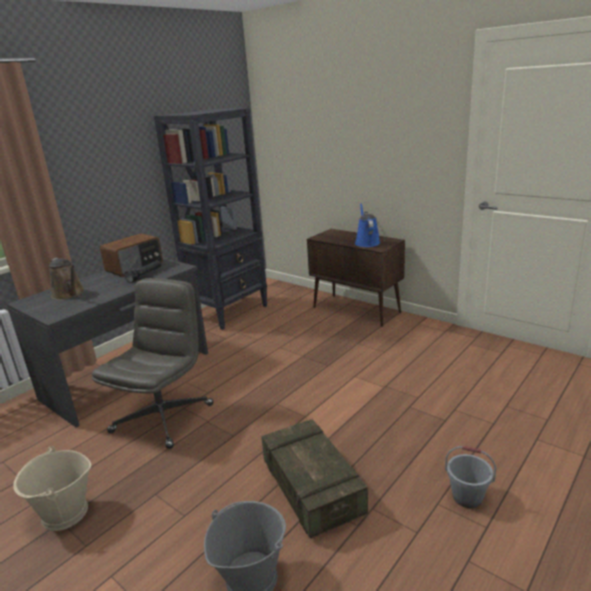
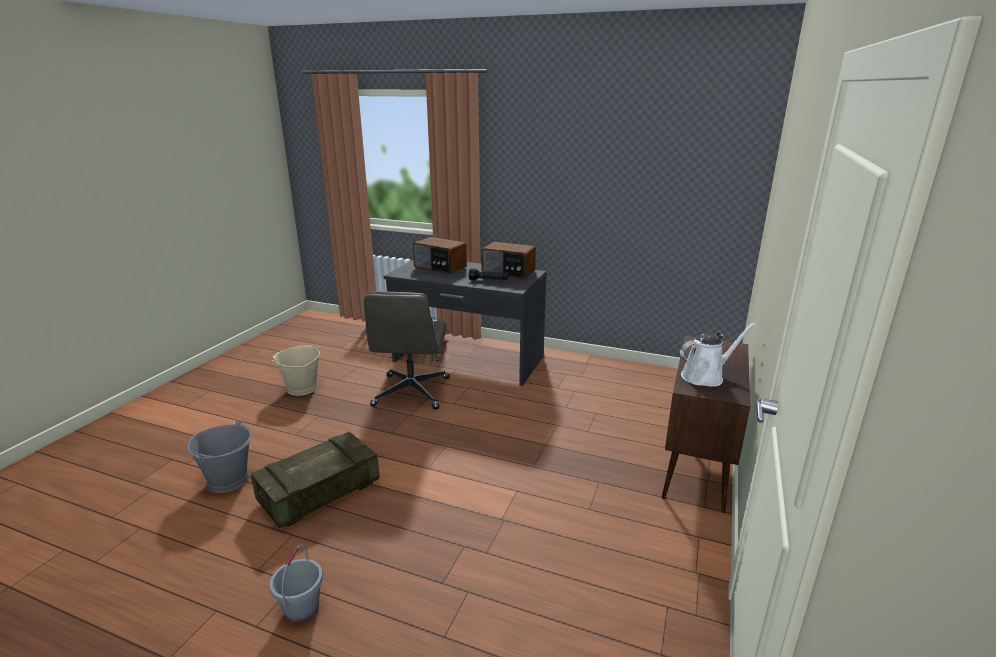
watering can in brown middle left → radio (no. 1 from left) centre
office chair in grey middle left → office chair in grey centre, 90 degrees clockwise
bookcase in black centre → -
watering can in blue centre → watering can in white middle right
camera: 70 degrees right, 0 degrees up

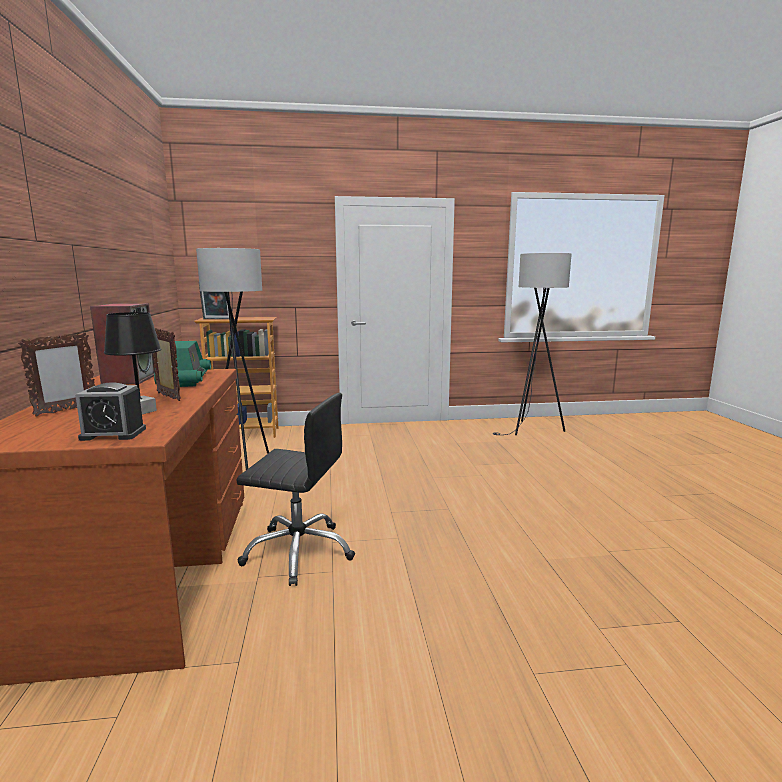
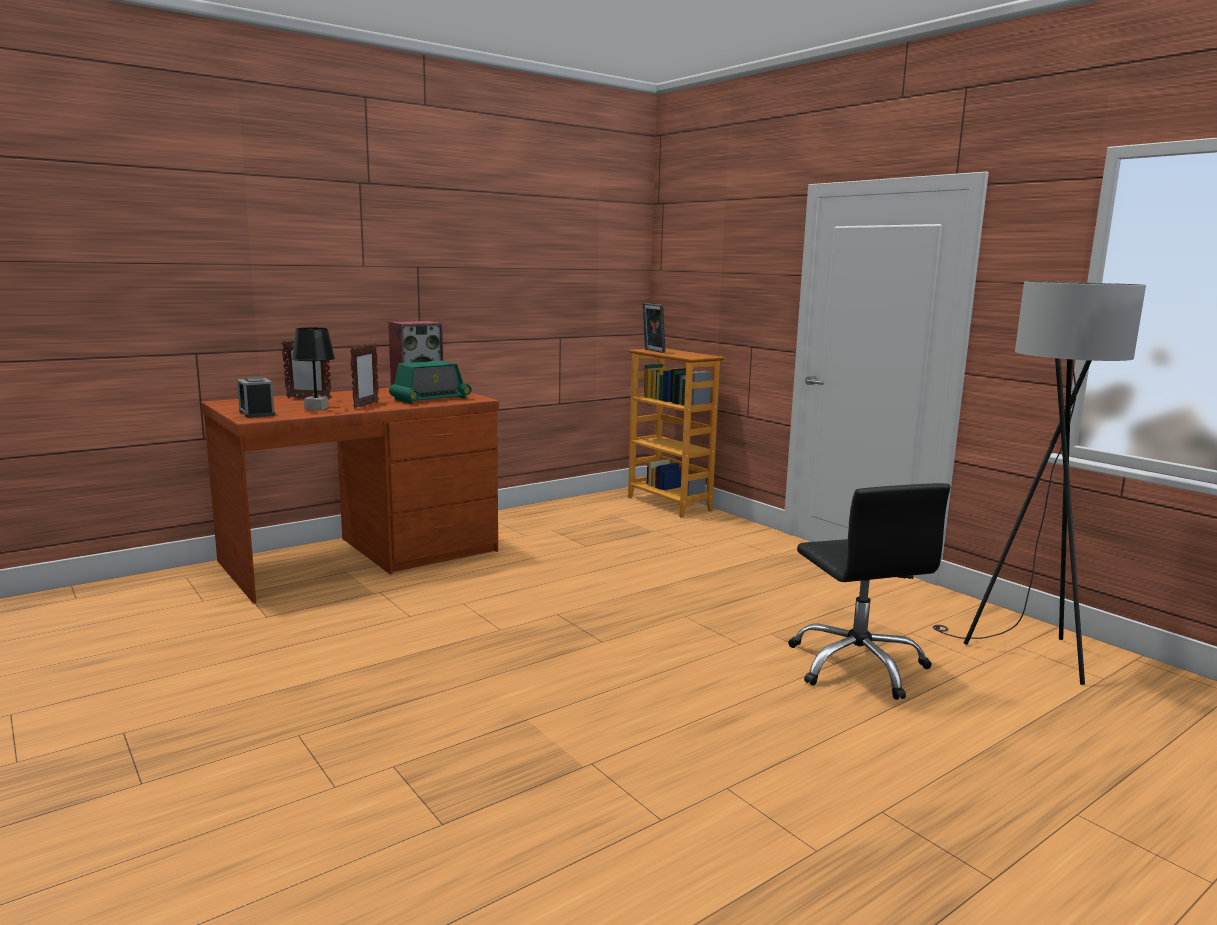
floor lamp in grey (no. 1 from left) middle left → -
office chair in black centre → office chair in black middle right, relocated
camera: 60 degrees right, 0 degrees up

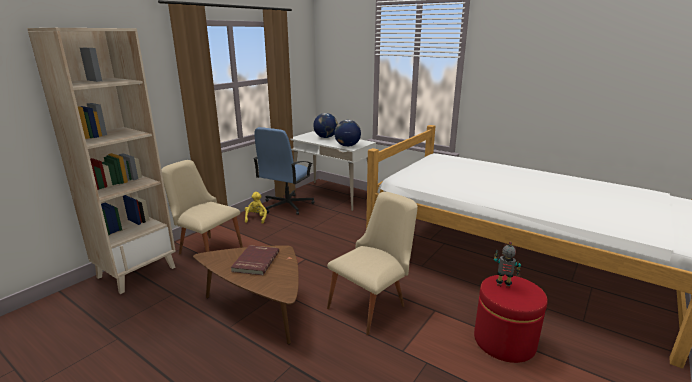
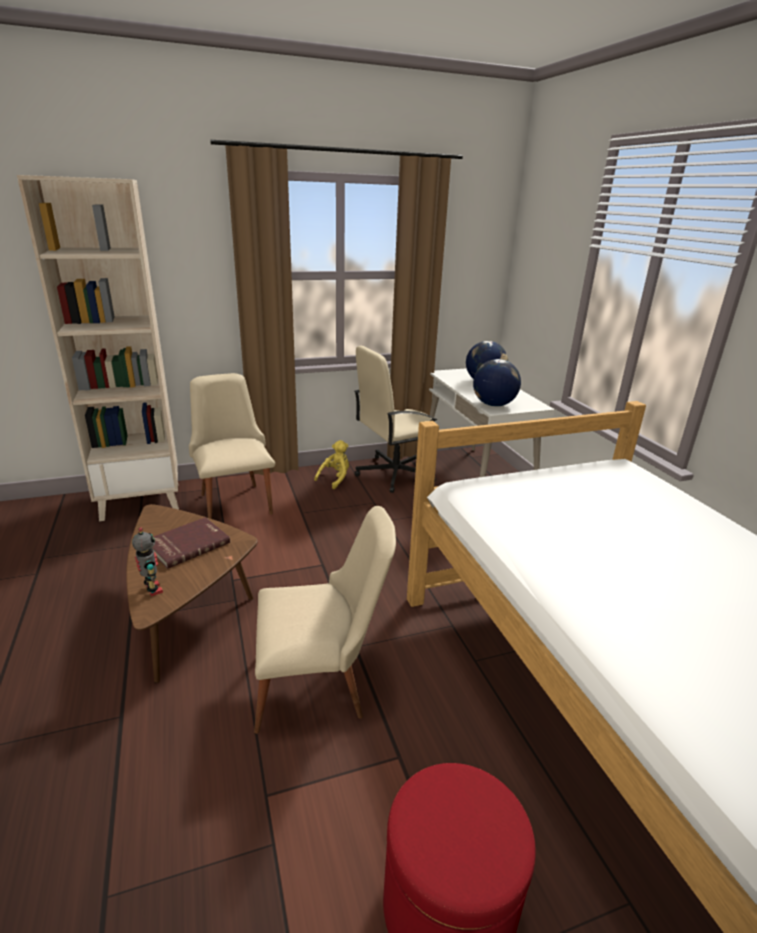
office chair in blue centre → office chair in beige centre
toy robot bottom right → toy robot middle left, relocated
camera: 35 degrees right, 5 degrees up

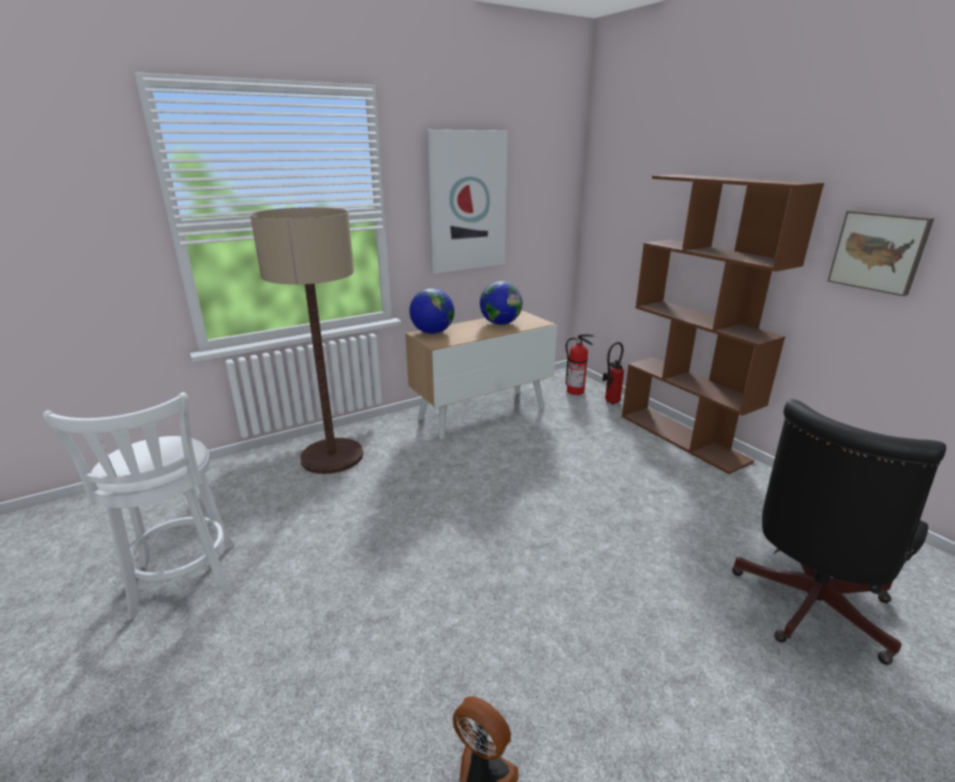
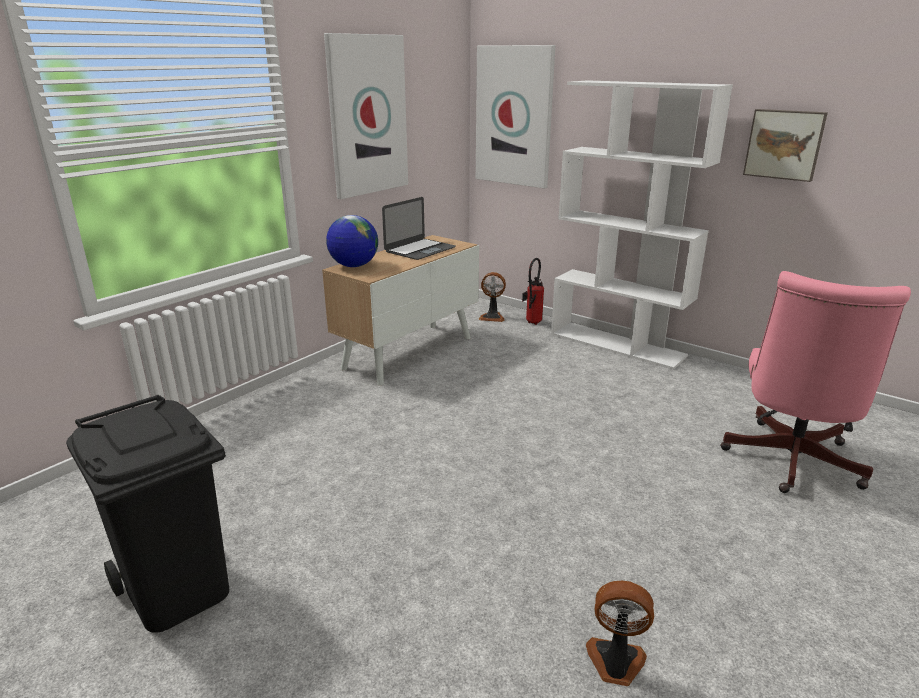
stool in white middle left → trash can in black bottom left
floor lamp middle left → -
globe (no. 2 from left) centre → laptop top centre
fire extinguisher (no. 1 from left) centre → fan (no. 1 from left) centre
bookcase in brown middle right → bookcase in white top right
office chair in black bottom right → office chair in pink middle right
- → picture (no. 2 from left) top centre
camera: 20 degrees left, 0 degrees up

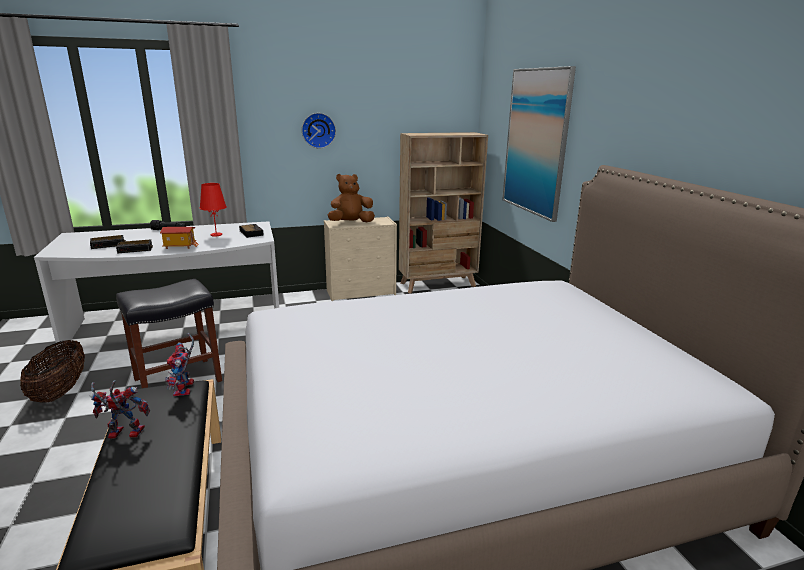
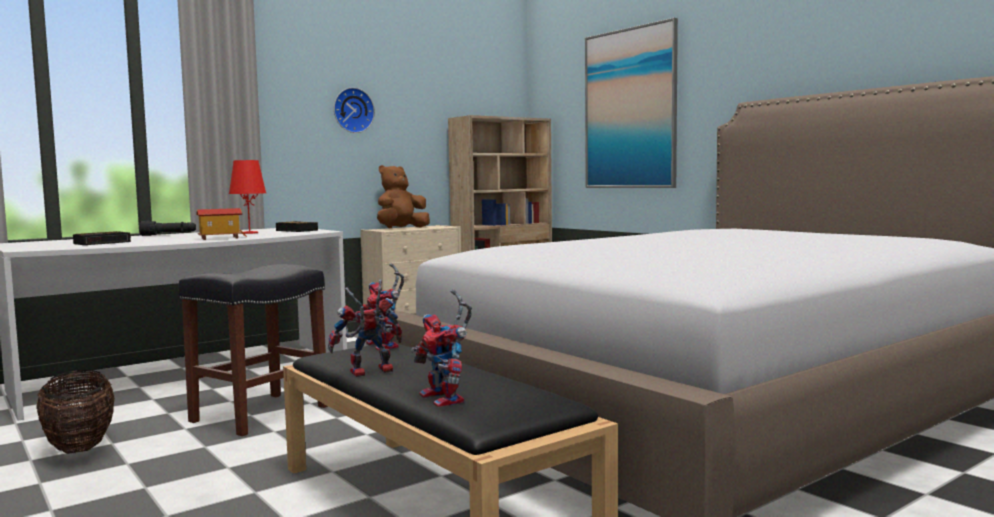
alarm clock (no. 2 from left) middle left → -
- → toy robot (no. 3 from left) bottom centre
camera: 20 degrees left, 15 degrees down

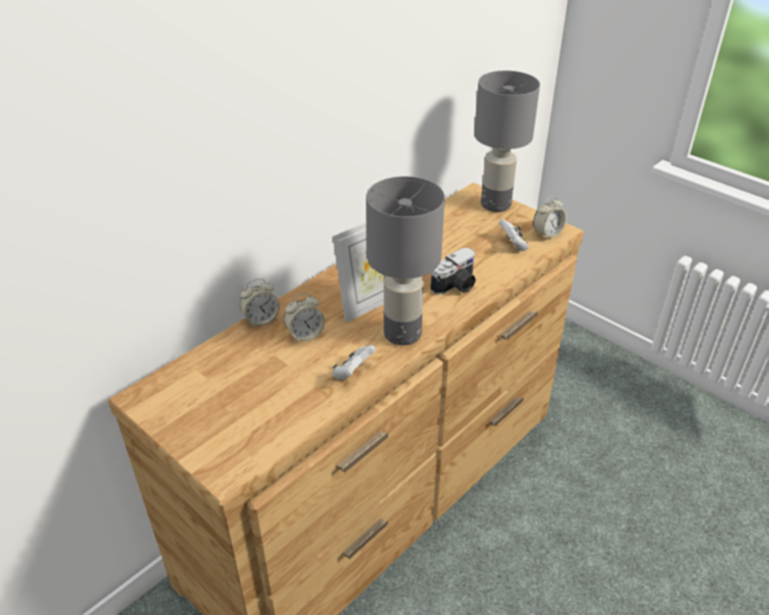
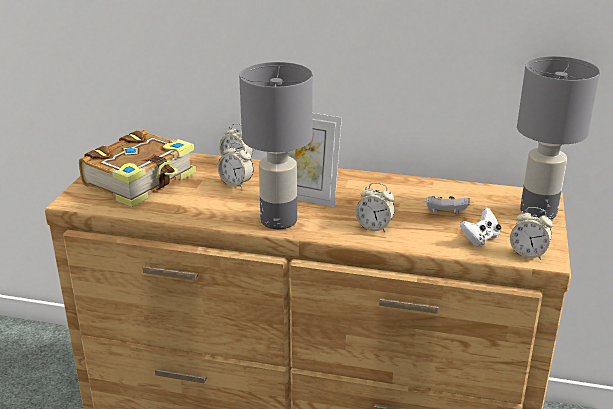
game controller in white (no. 1 from left) centre → game controller in white (no. 1 from left) middle right, relocated
photo camera centre → alarm clock (no. 3 from left) centre
- → book middle left
camera: 60 degrees right, 10 degrees down

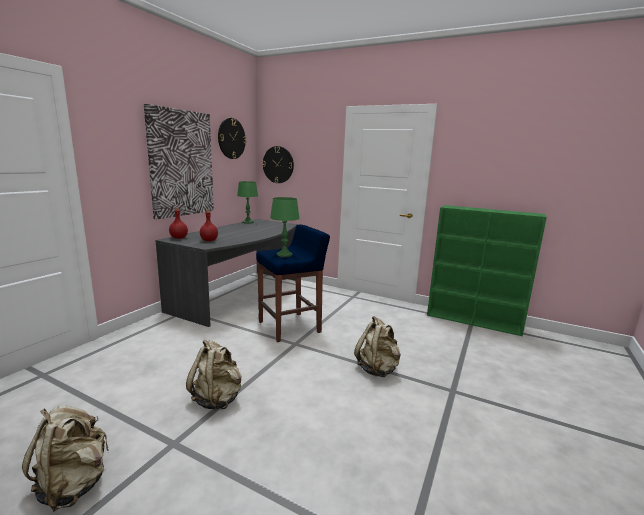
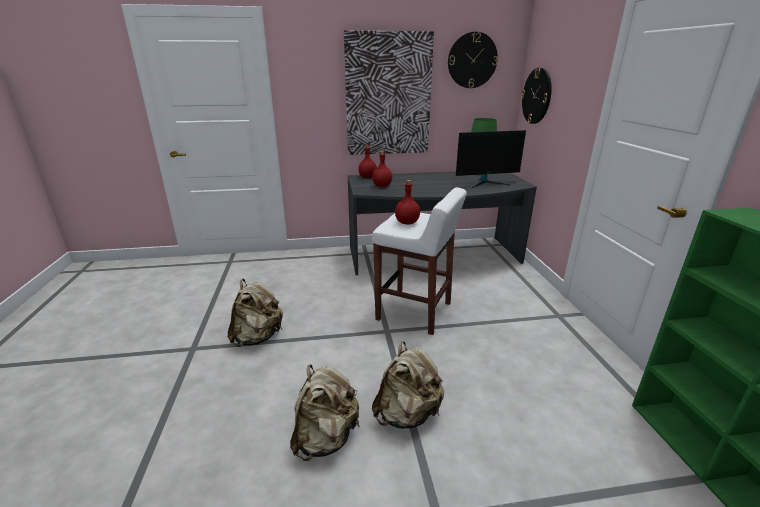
backpack in beige (no. 1 from left in the first image) bottom left → backpack in beige (no. 2 from left) bottom centre, relocated
stool in blue centre → stool in white centre
table lamp in green (no. 2 from left) centre → bottle in red (no. 3 from left) centre
- → monitor top centre
camera: 55 degrees right, 10 degrees up

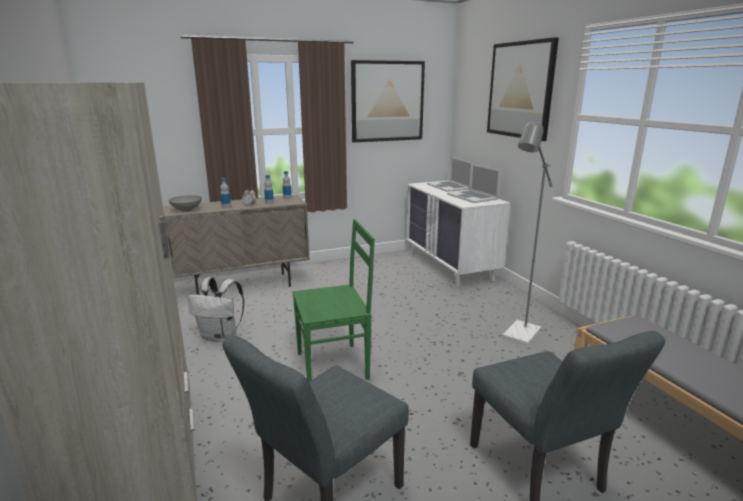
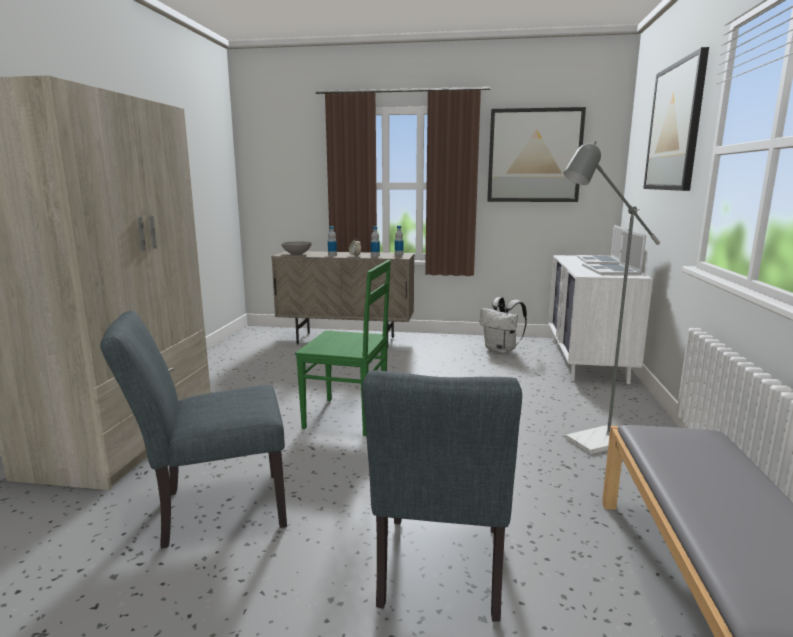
backpack in white middle left → backpack in white centre, relocated
camera: 30 degrees right, 5 degrees down

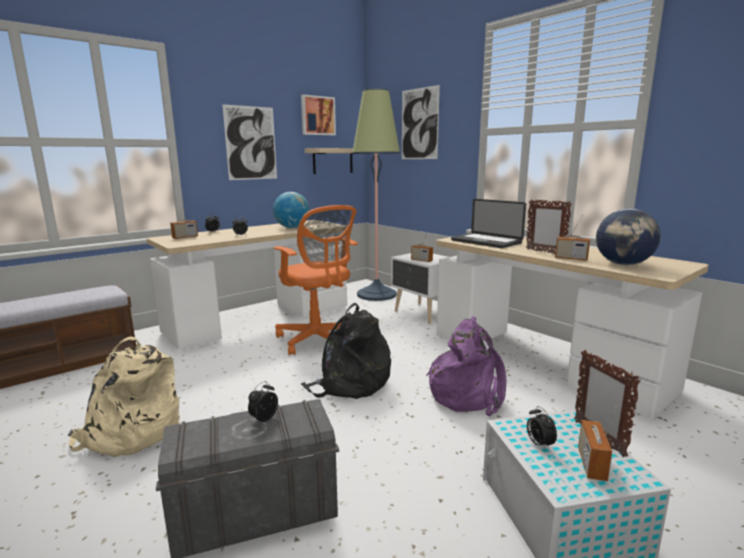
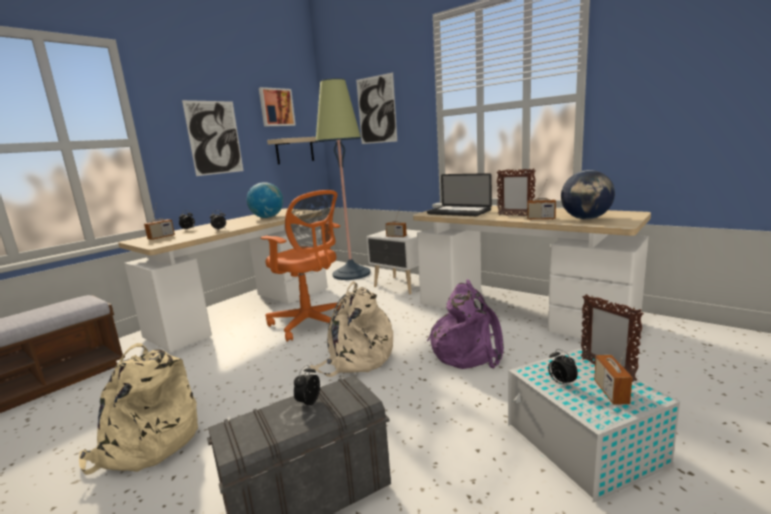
backpack in black centre → backpack in beige (no. 2 from left) centre
camera: 10 degrees left, 0 degrees up

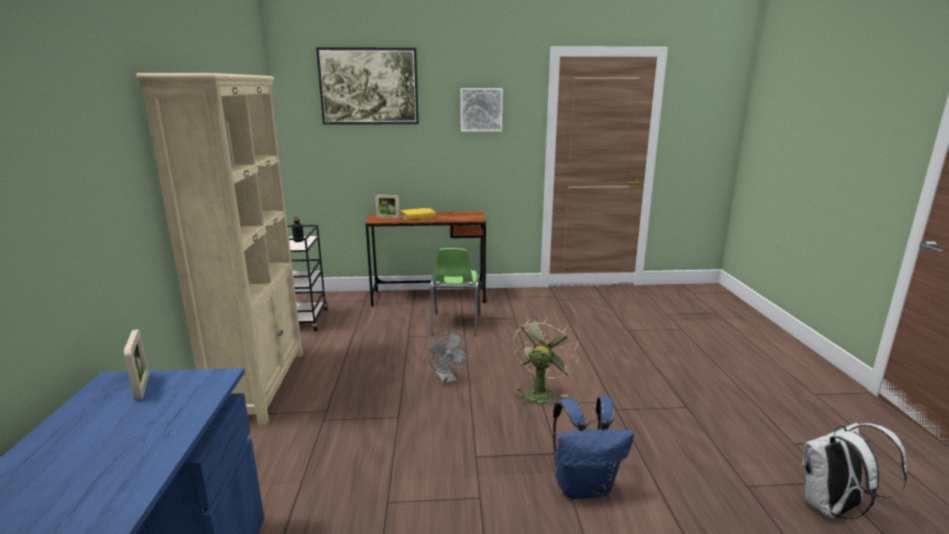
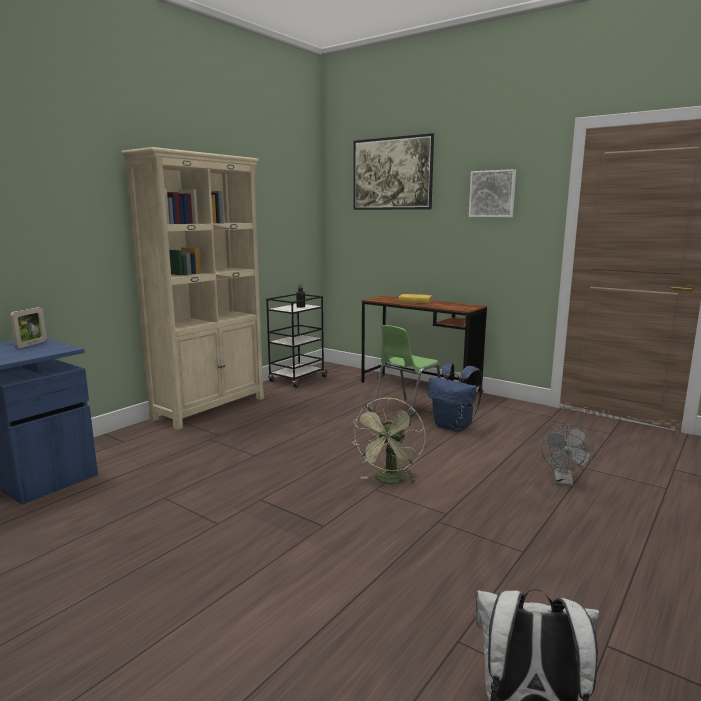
picture frame (no. 2 from left) centre → -
fan in grey bottom centre → fan in grey middle right, relocated
fan in green bottom centre → fan in green centre, 135 degrees clockwise
backpack in blue bottom centre → backpack in blue centre, relocated
camera: 40 degrees right, 5 degrees down

